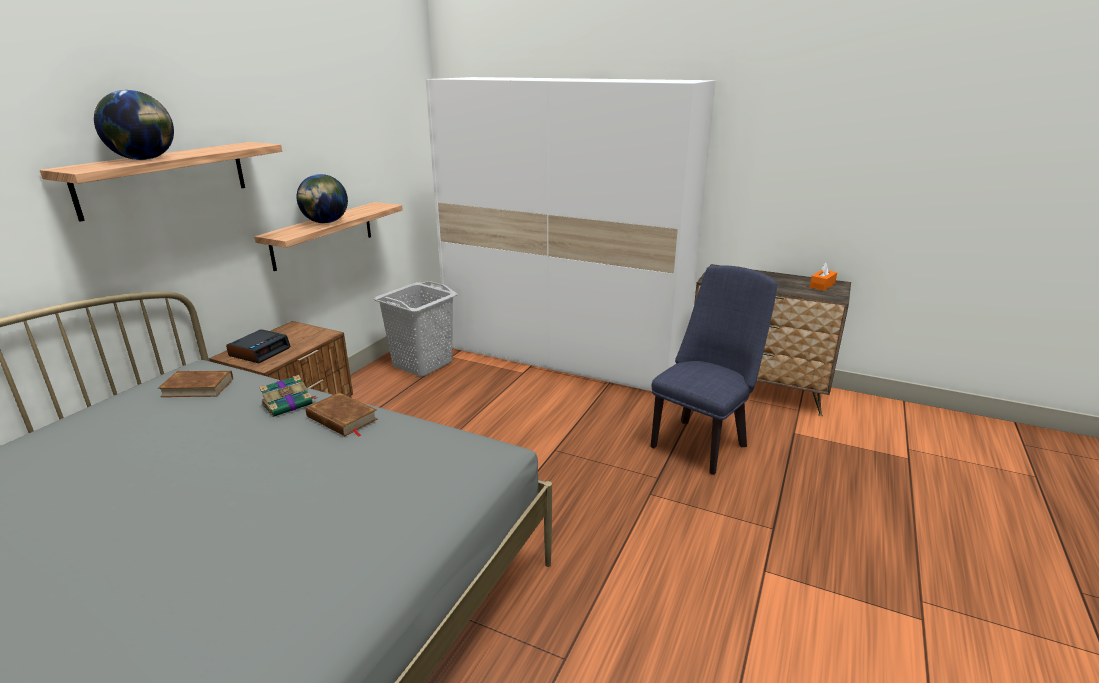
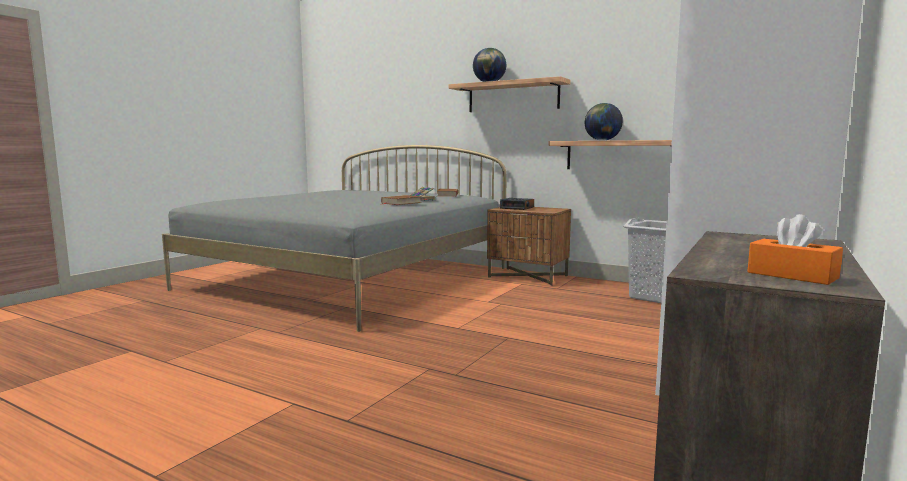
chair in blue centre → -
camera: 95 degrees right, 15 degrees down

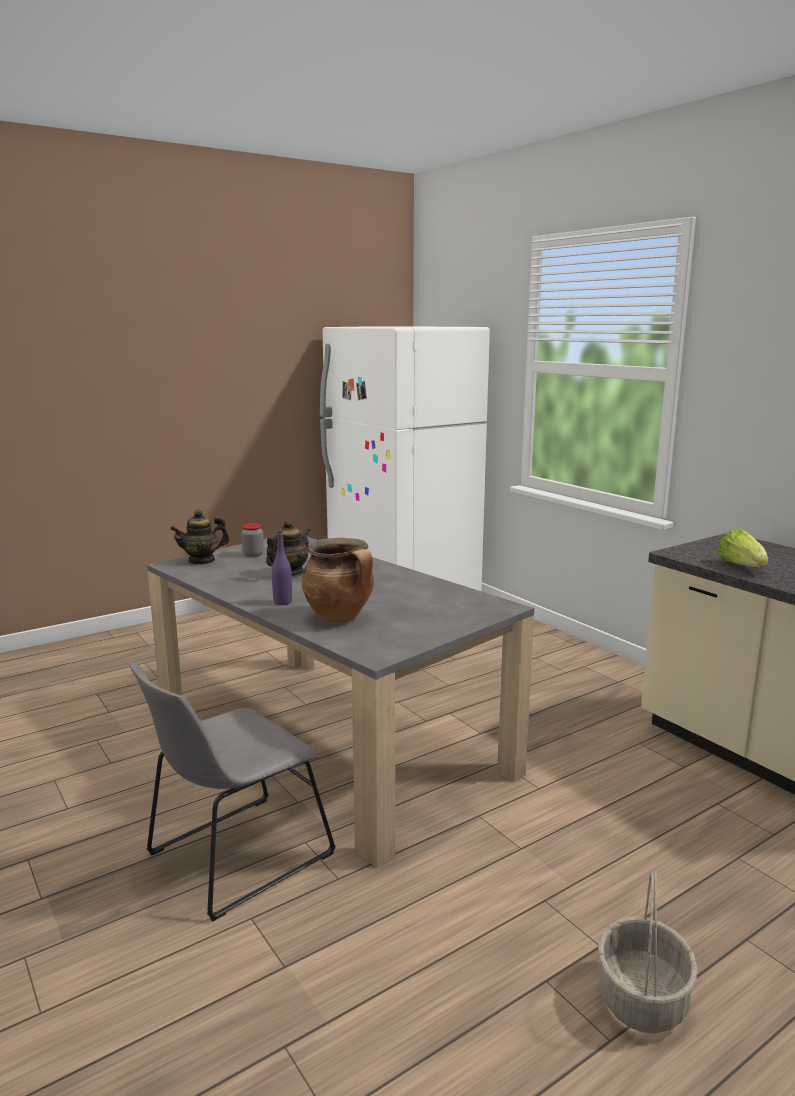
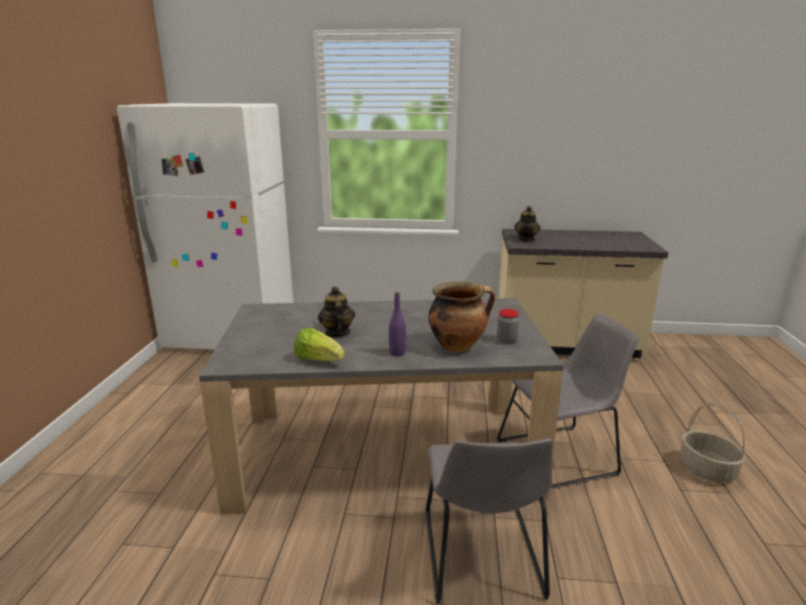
teapot (no. 1 from left in the first image) middle left → teapot (no. 2 from left) centre, relocated
jar middle left → jar centre, relocated
lettuce middle right → lettuce centre, relocated
- → chair in grey (no. 2 from left) middle right
camera: 50 degrees left, 5 degrees up

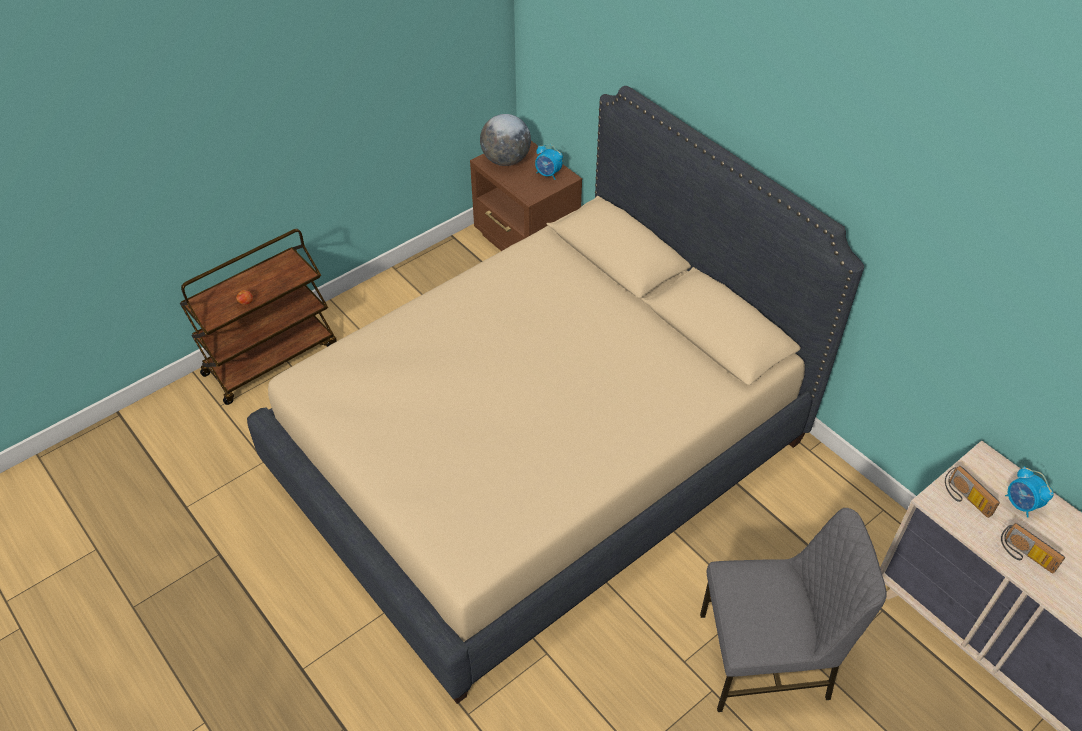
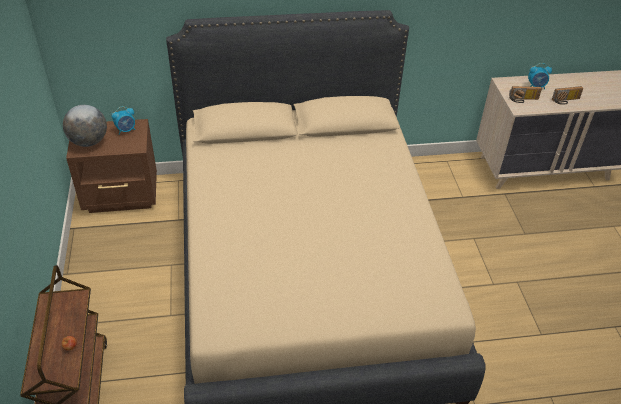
chair in grey bottom right → -
camera: 60 degrees left, 5 degrees down

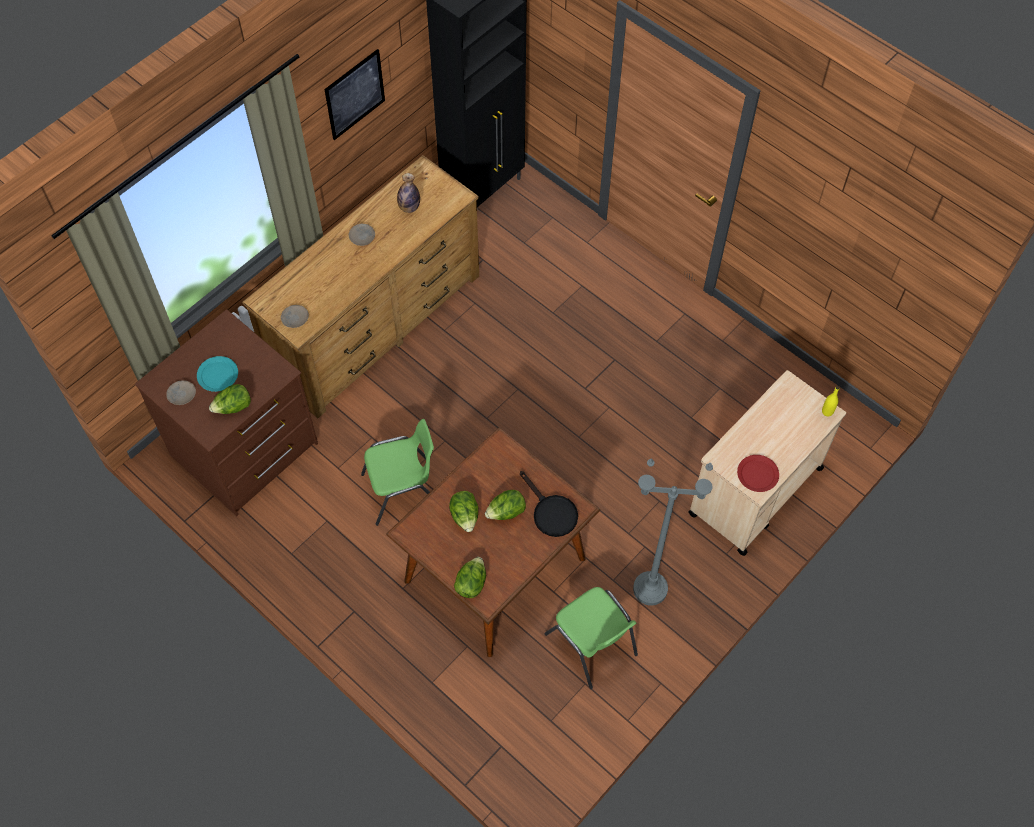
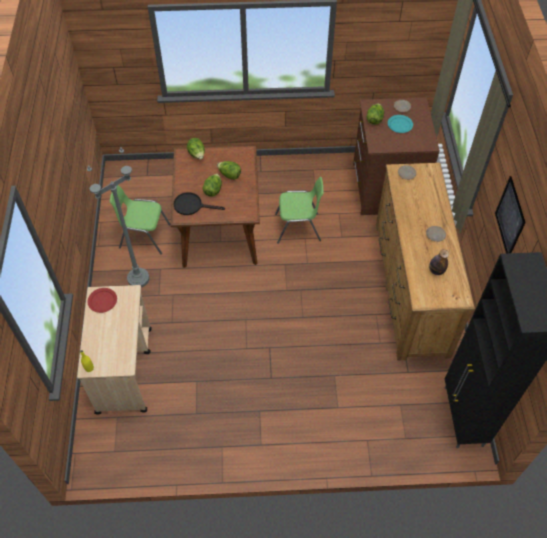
chair in green (no. 1 from left in the first image) centre → chair in green (no. 2 from left) centre, 120 degrees counterclockwise
camera: 135 degrees right, 5 degrees down

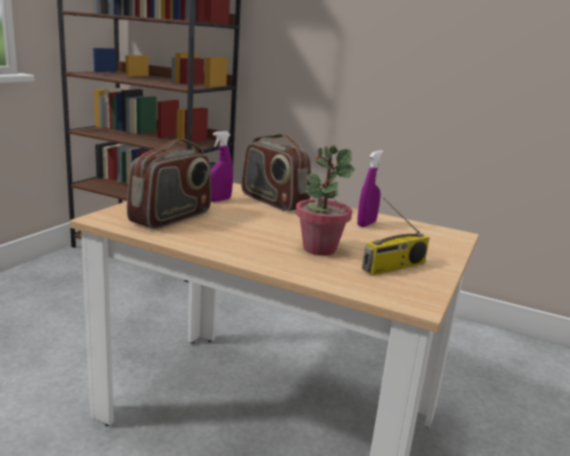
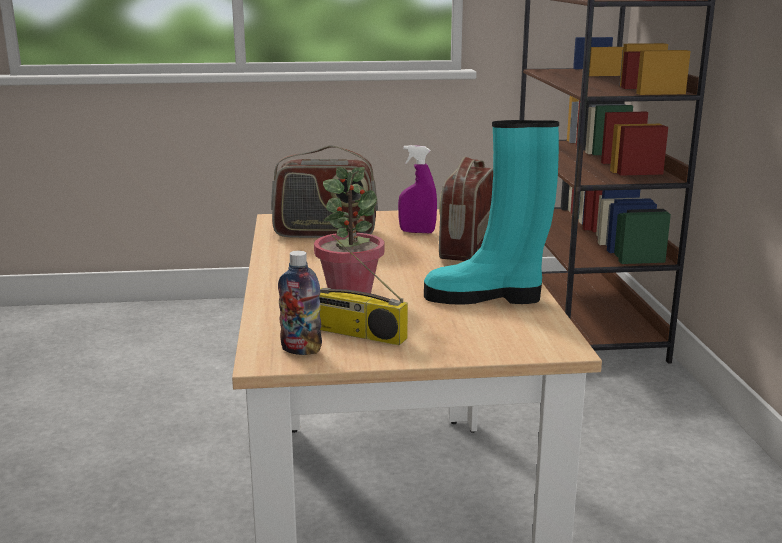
spray bottle in purple (no. 2 from left) centre → boot in turquoise centre
- → bottle centre
camera: 60 degrees right, 0 degrees up

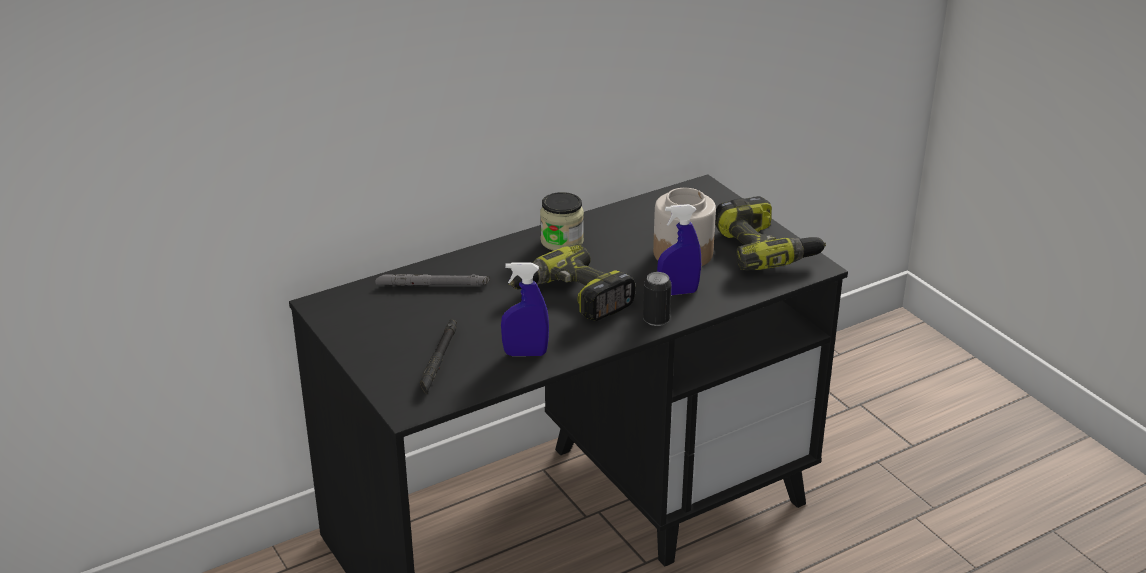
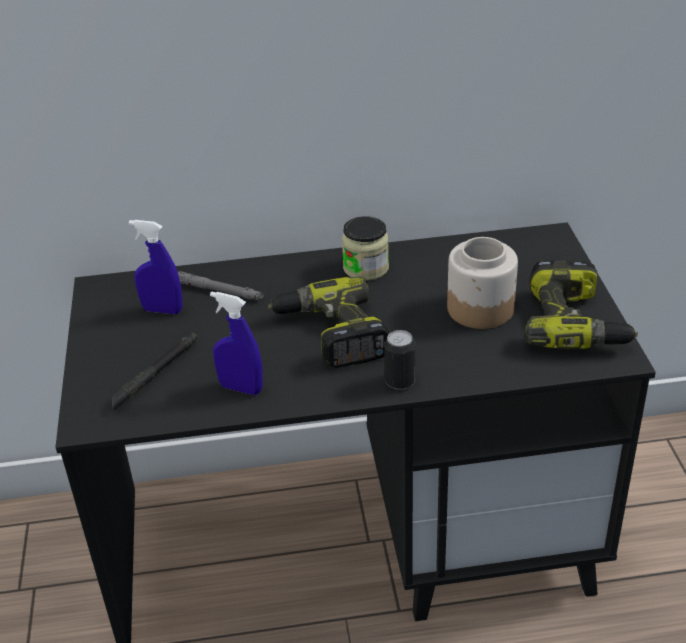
spray bottle in blue (no. 2 from left in the first image) centre → spray bottle in blue (no. 1 from left) middle left, relocated
camera: 25 degrees right, 5 degrees up

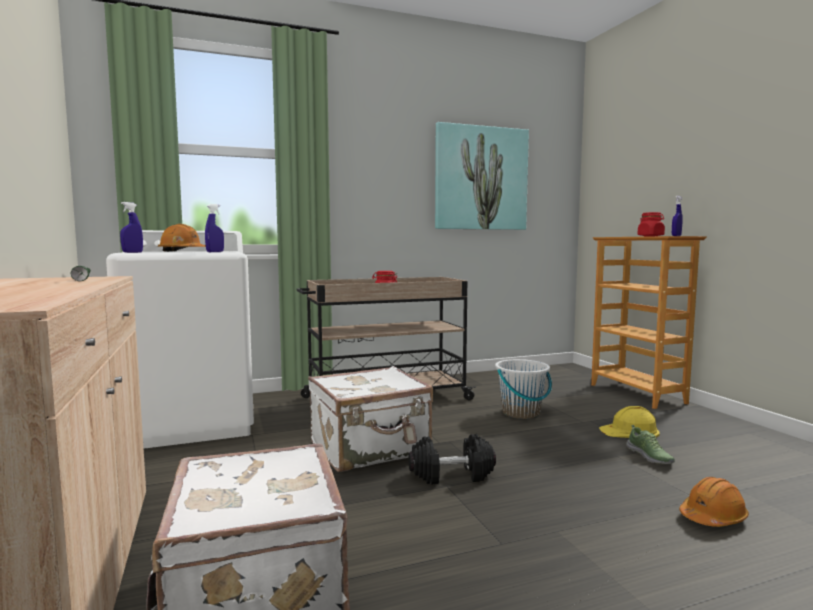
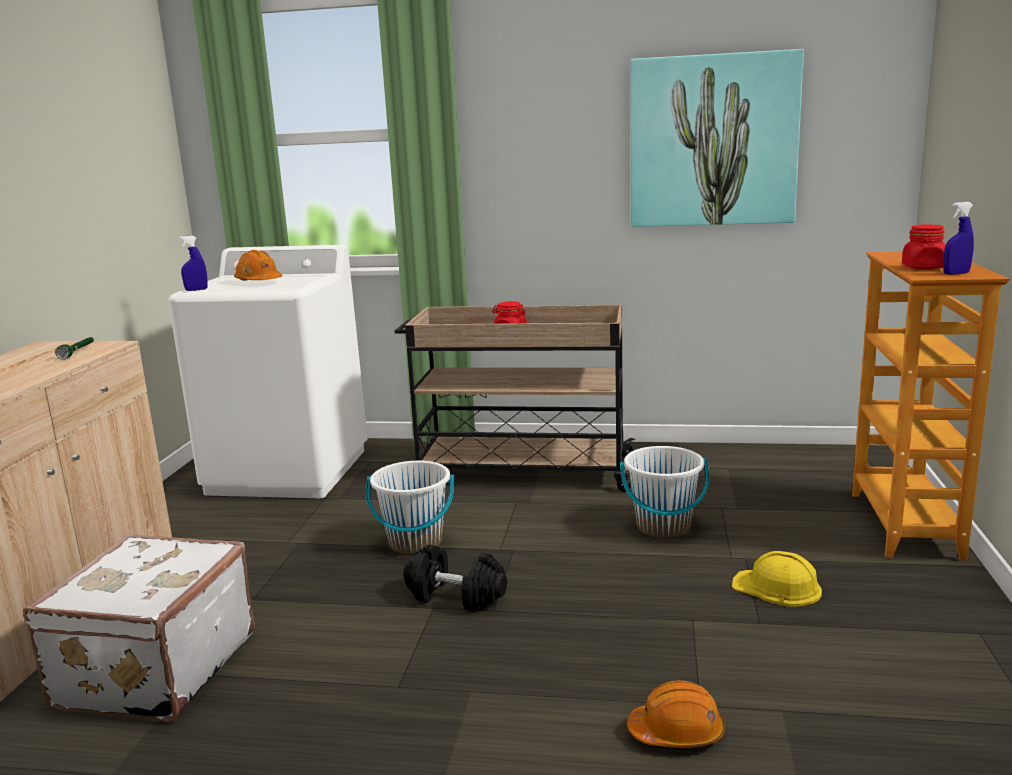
spray bottle in blue (no. 2 from left) middle left → -
suitcase in white (no. 2 from left) bottom centre → bucket in white (no. 1 from left) centre
shoe bottom right → -
camera: 30 degrees right, 10 degrees up

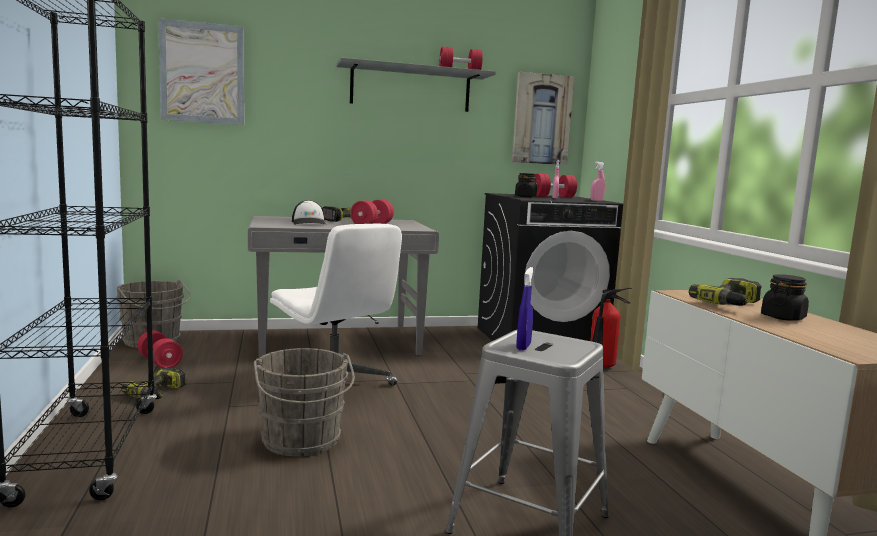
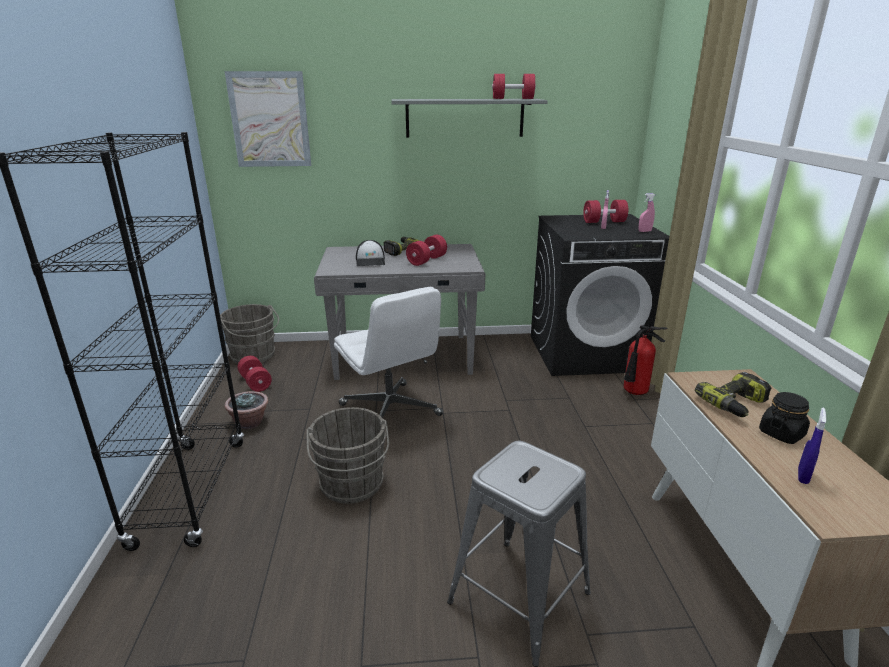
power drill (no. 1 from left) bottom left → potted plant middle left
picture (no. 2 from left) top centre → -
jar in black (no. 1 from left) centre → -
spray bottle in blue centre → spray bottle in blue bottom right, relocated
camera: 10 degrees right, 15 degrees up

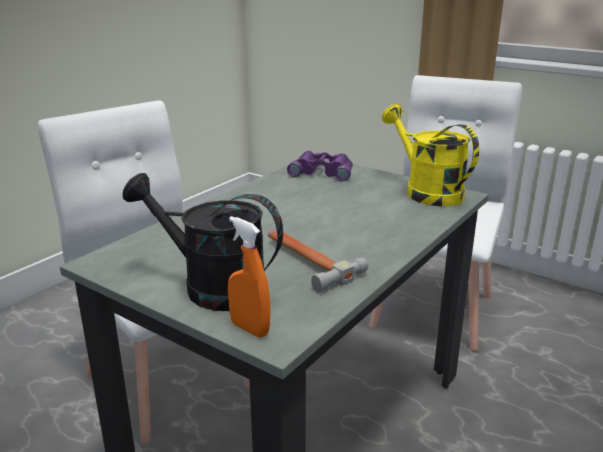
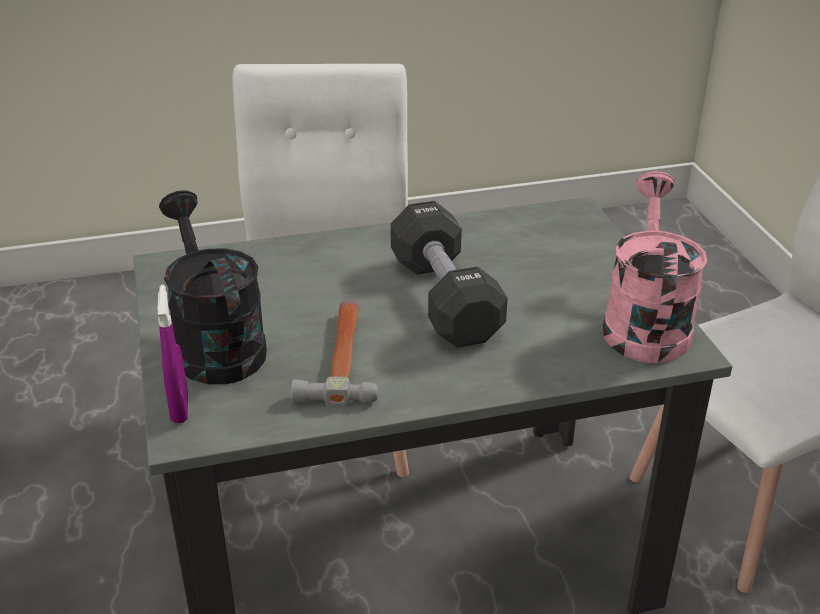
spray bottle in orange centre → spray bottle in purple middle left
binoculars in purple centre → -
watering can in yellow middle right → watering can in pink middle right
- → dumbbell in black centre
camera: 40 degrees right, 10 degrees up

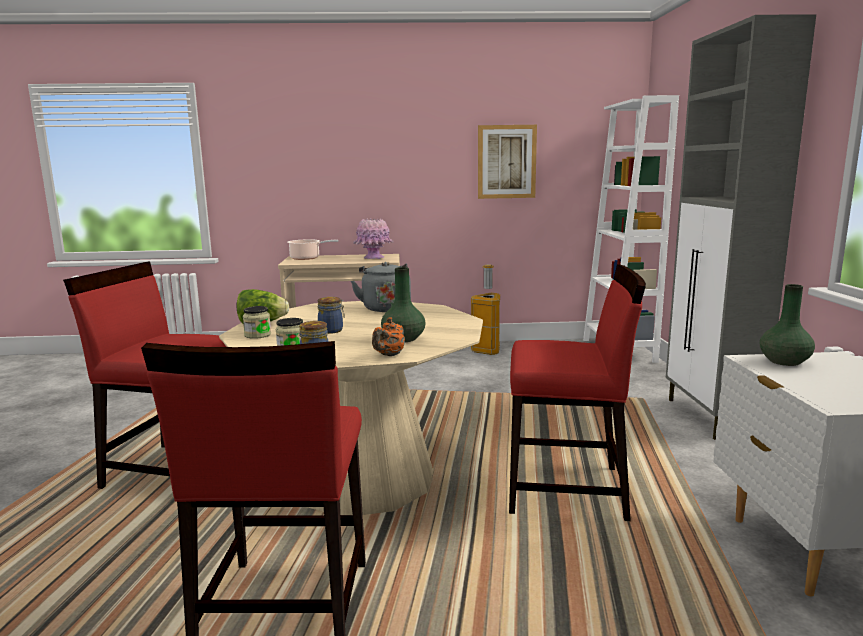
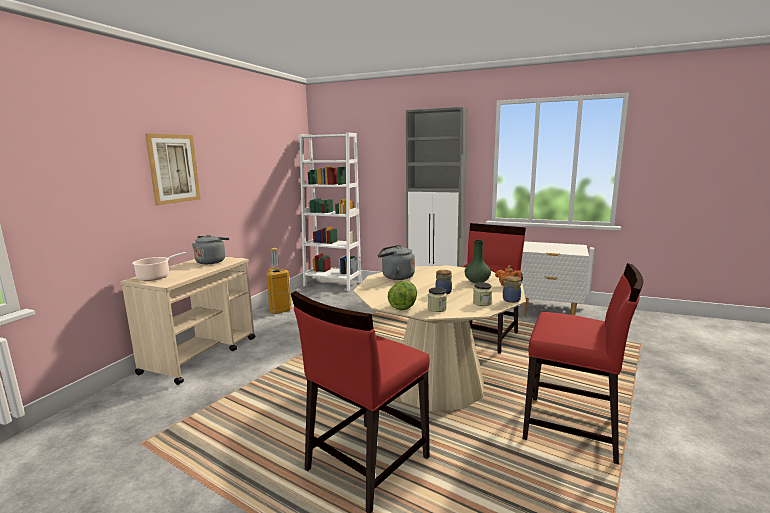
vase in pink centre → kettle in grey (no. 1 from left) middle left
picture top centre → picture top left, relocated
vase in green (no. 2 from left) middle right → -
camera: 65 degrees left, 0 degrees up

